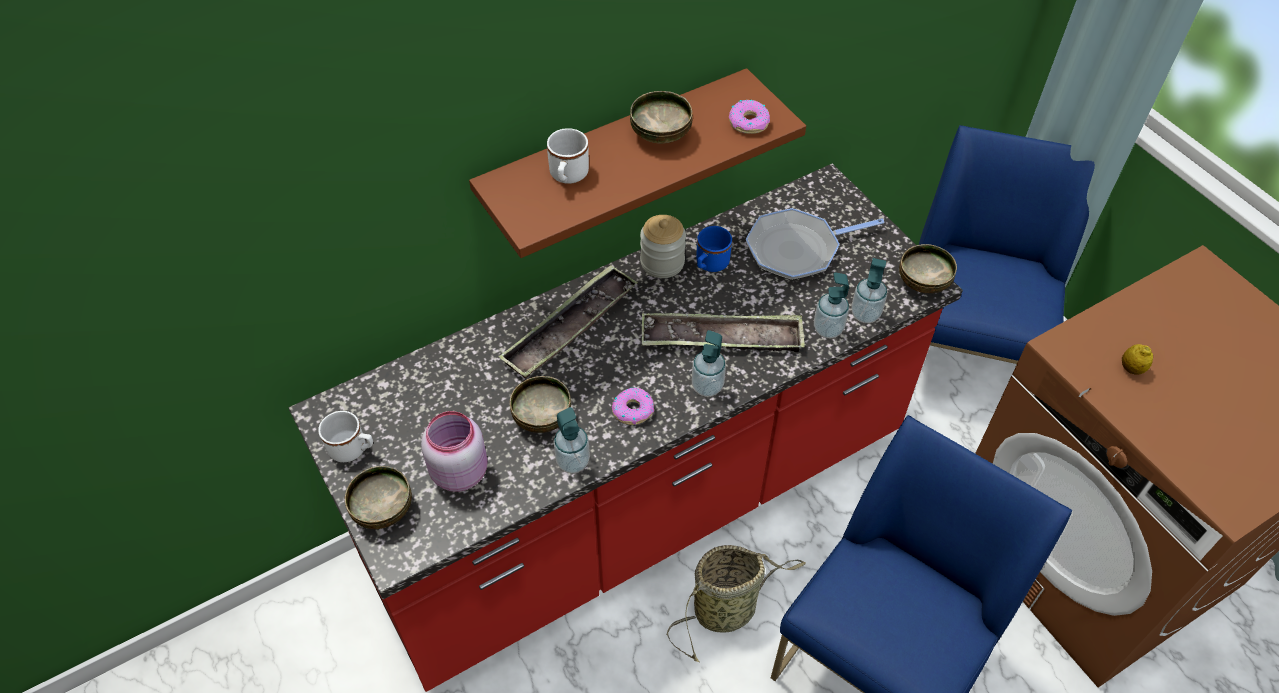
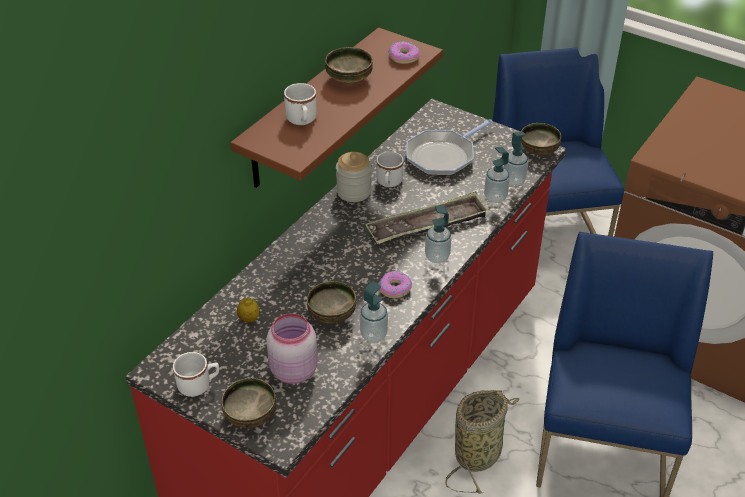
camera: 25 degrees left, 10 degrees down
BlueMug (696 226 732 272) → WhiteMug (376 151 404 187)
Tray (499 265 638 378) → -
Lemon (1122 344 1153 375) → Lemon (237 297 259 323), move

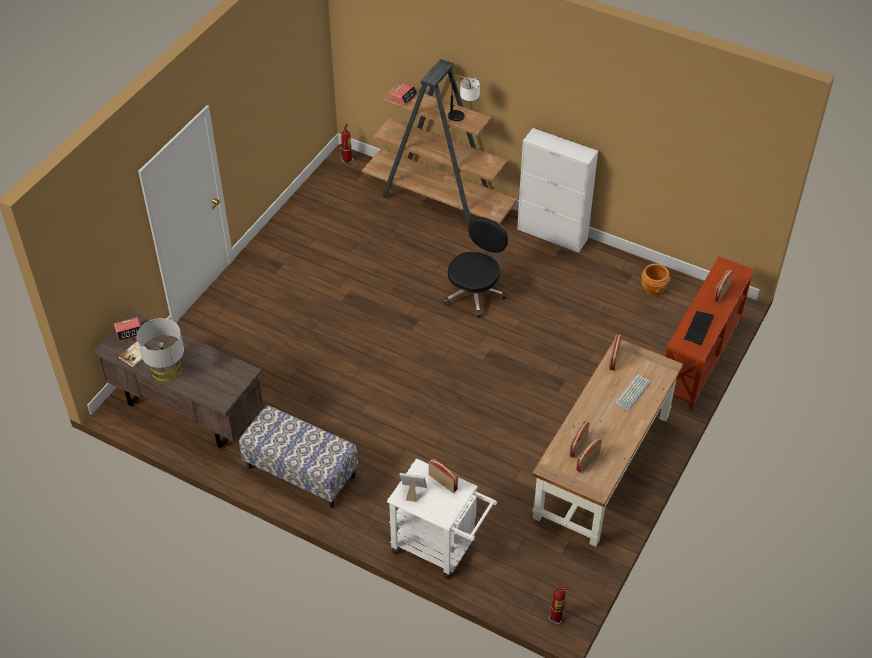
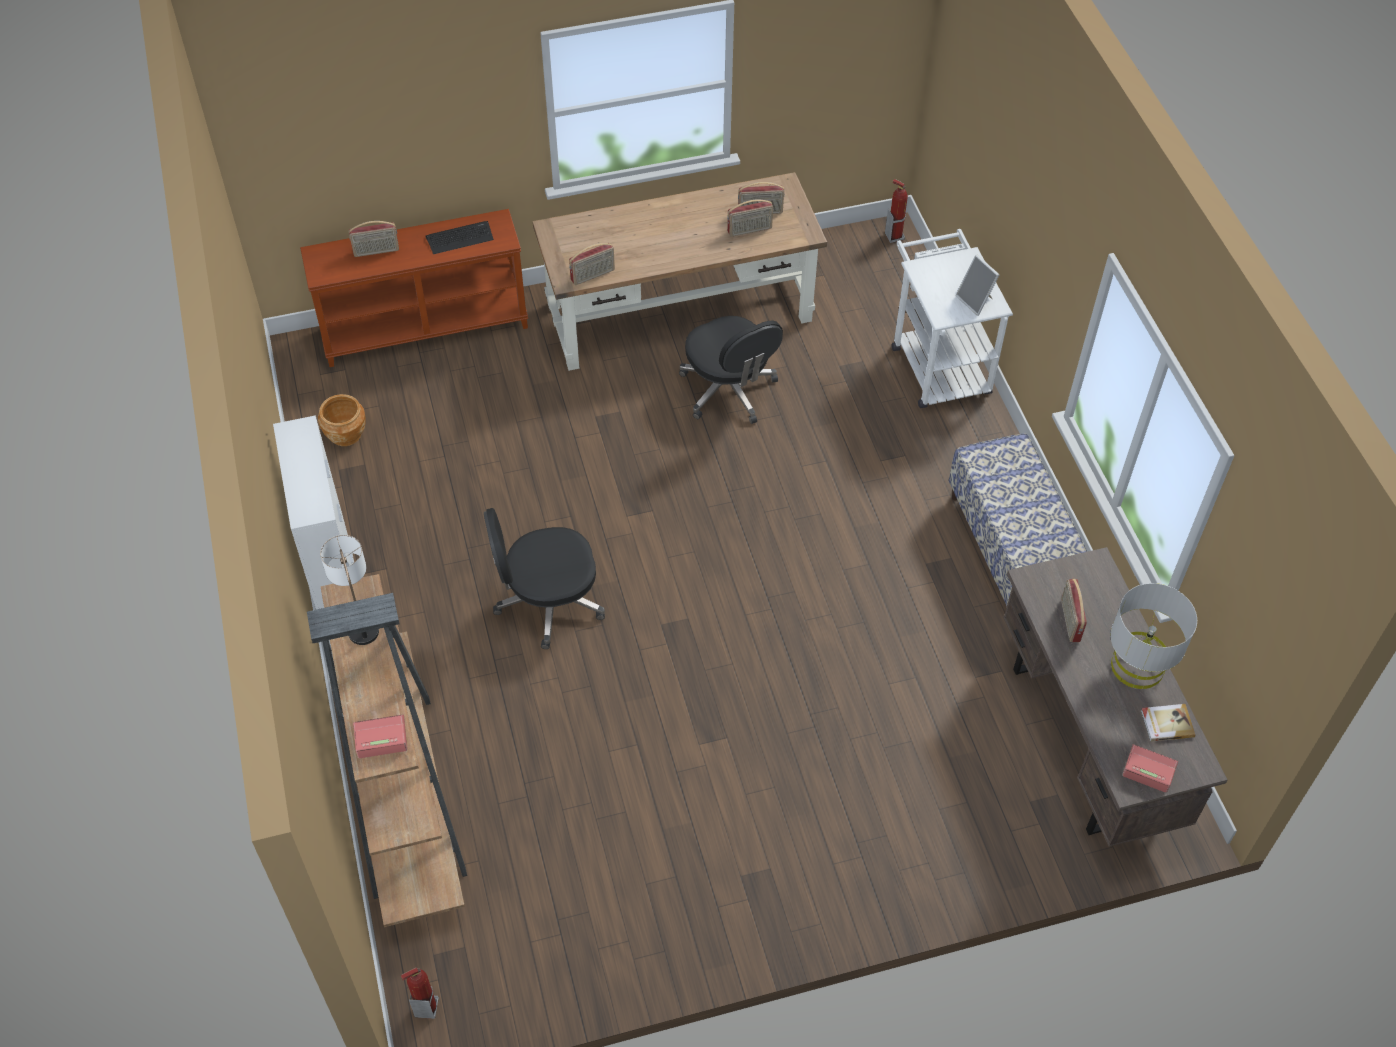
camera: 135 degrees left, 5 degrees up
Keyboard (615 375 650 411) → -
Radio (429 459 458 493) → Radio (1061 579 1087 642), move
- → BlackOfficeChair (679 316 783 424)

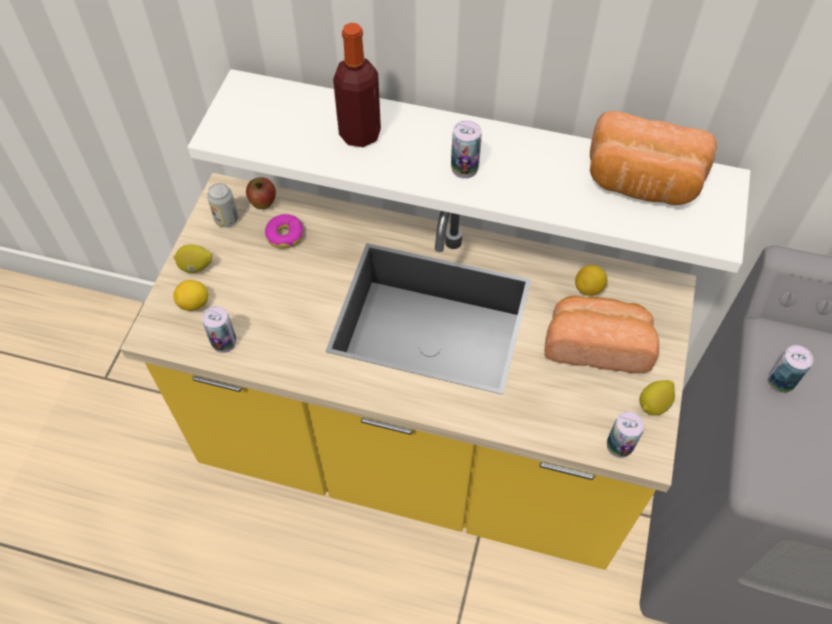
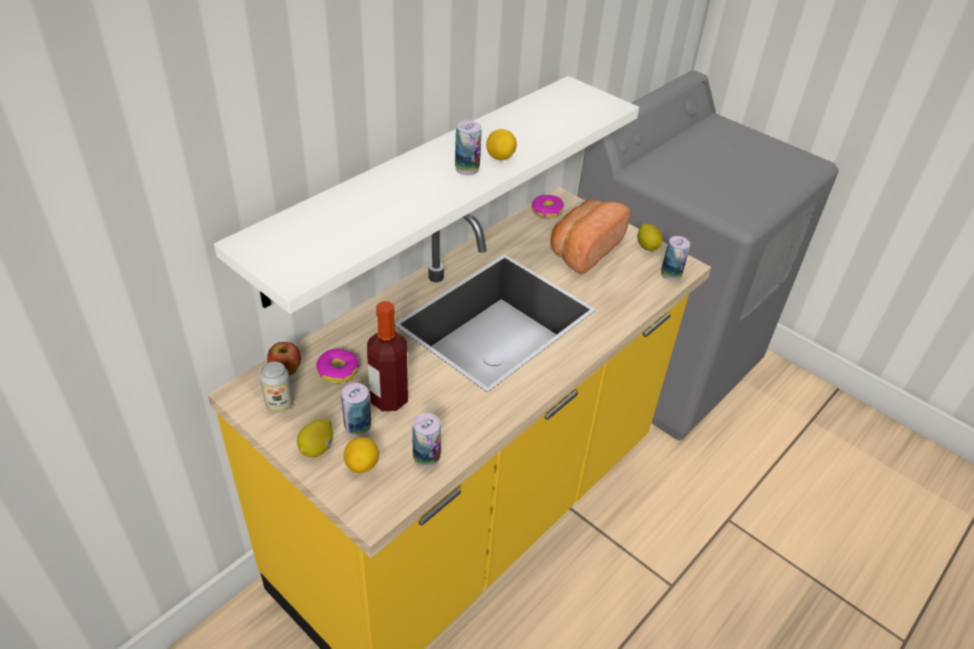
camera: 65 degrees left, 15 degrees down
Bottle (333 23 381 147) → Bottle (367 301 408 411), move
Bread (590 111 717 205) → -
Lemon (575 265 607 296) → Lemon (486 129 517 160), move
Can (767 345 813 394) → Can (341 383 371 437), move
- → Donut (532 195 564 219)

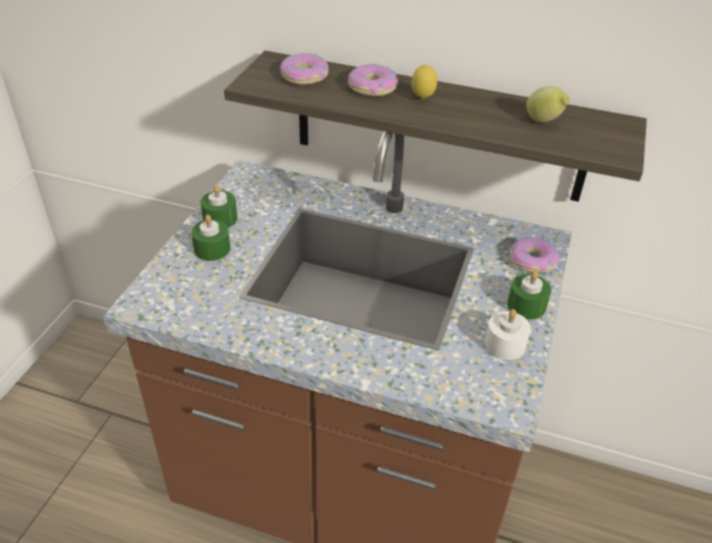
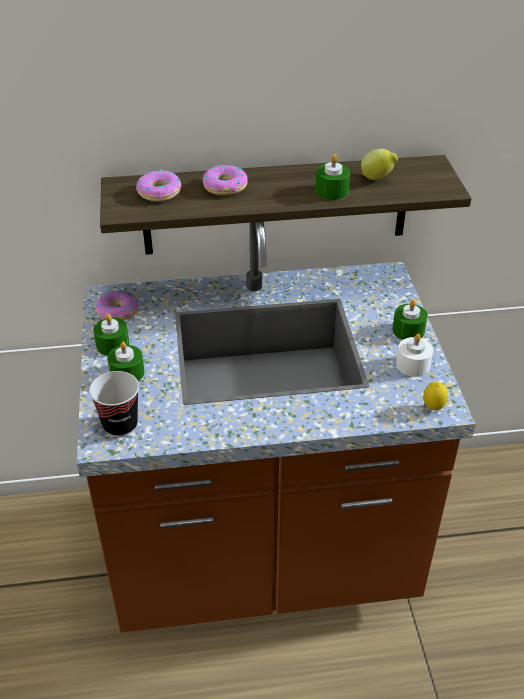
camera: 25 degrees left, 0 degrees up
Lemon (412 64 437 99) → Lemon (423 382 448 410), move
Donut (510 236 560 273) → Donut (96 290 138 320), move
- → GreenCandle (315 154 350 200)
- → Cup (89 371 139 437)

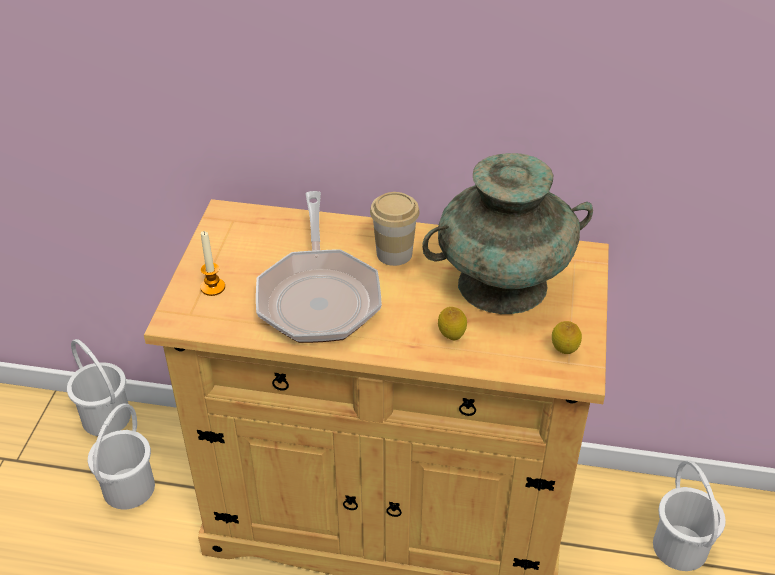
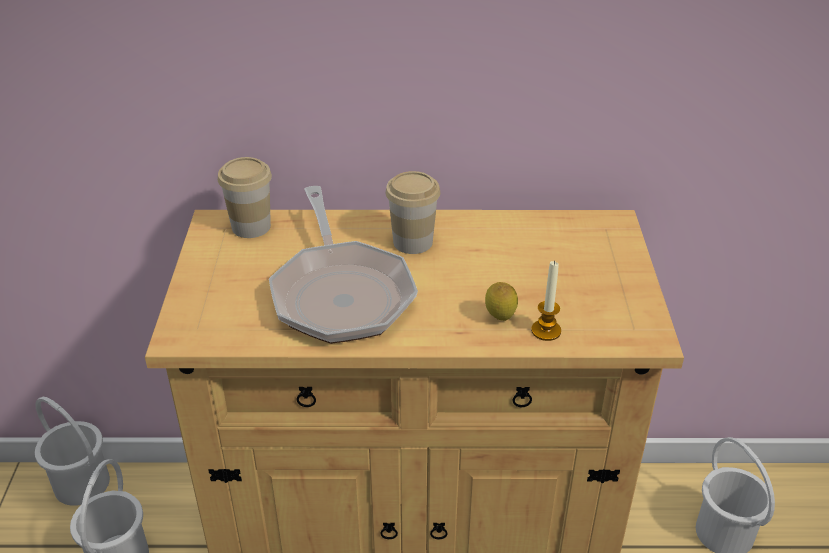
camera: 10 degrees left, 5 degrees down
TurquoiseVase (422 153 593 314) → -
Candle (200 231 225 296) → Candle (531 260 561 341), move
Lemon (552 321 582 354) → -
- → Cup (218 157 272 238)

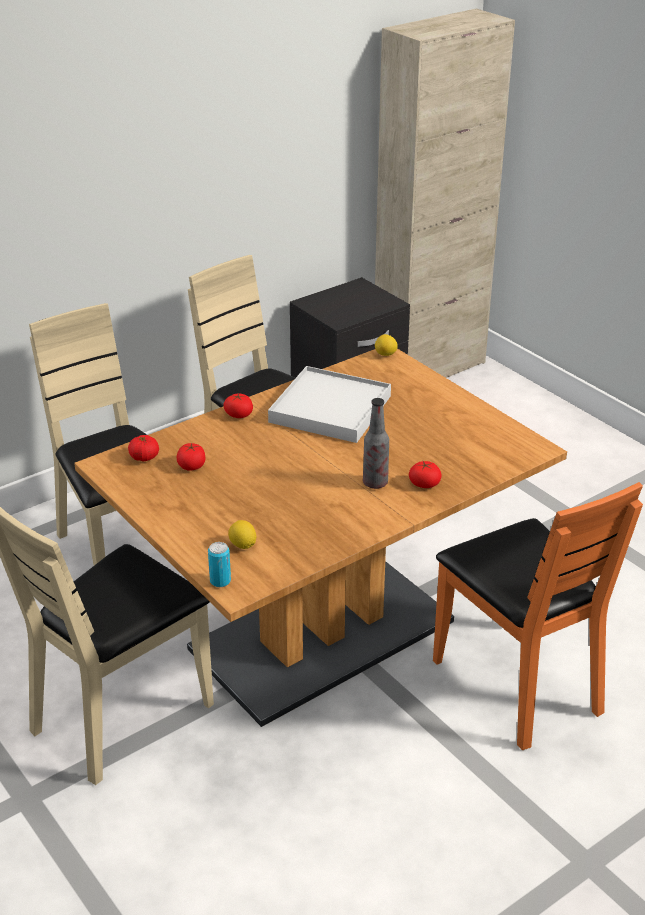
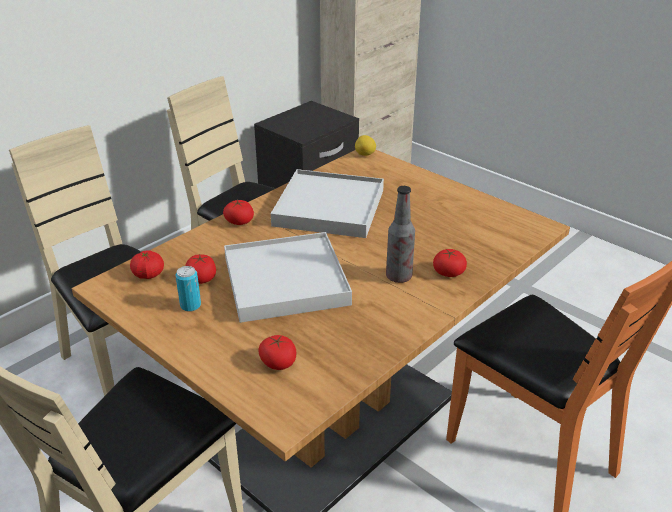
camera: 10 degrees left, 0 degrees up
Lemon (228 520 256 549) → Tomato (258 335 296 370)
Can (208 542 231 587) → Can (175 266 201 312), move
- → WhiteTray (224 232 352 323)

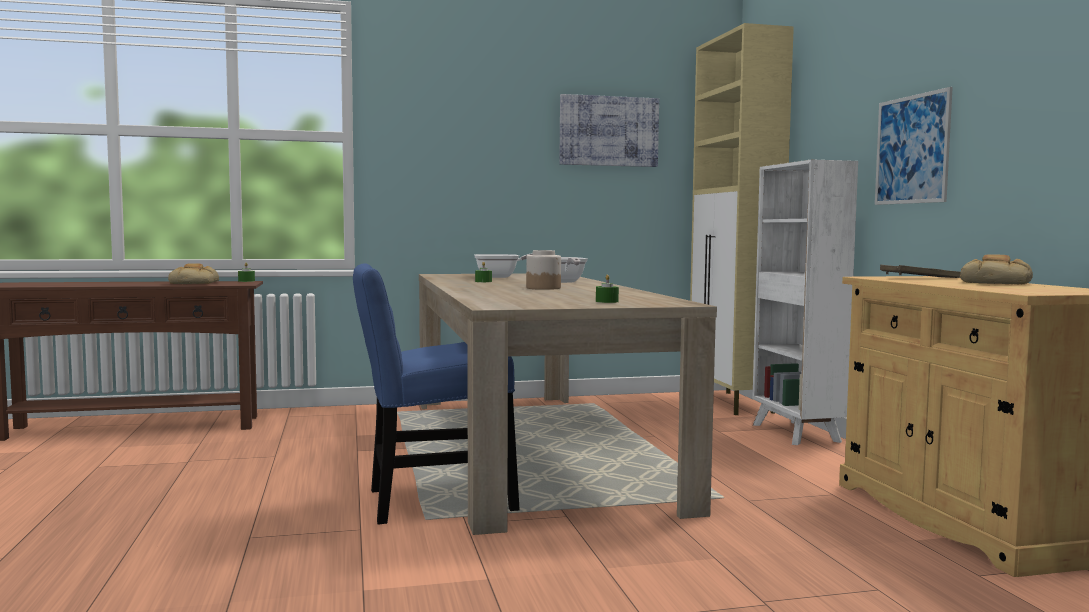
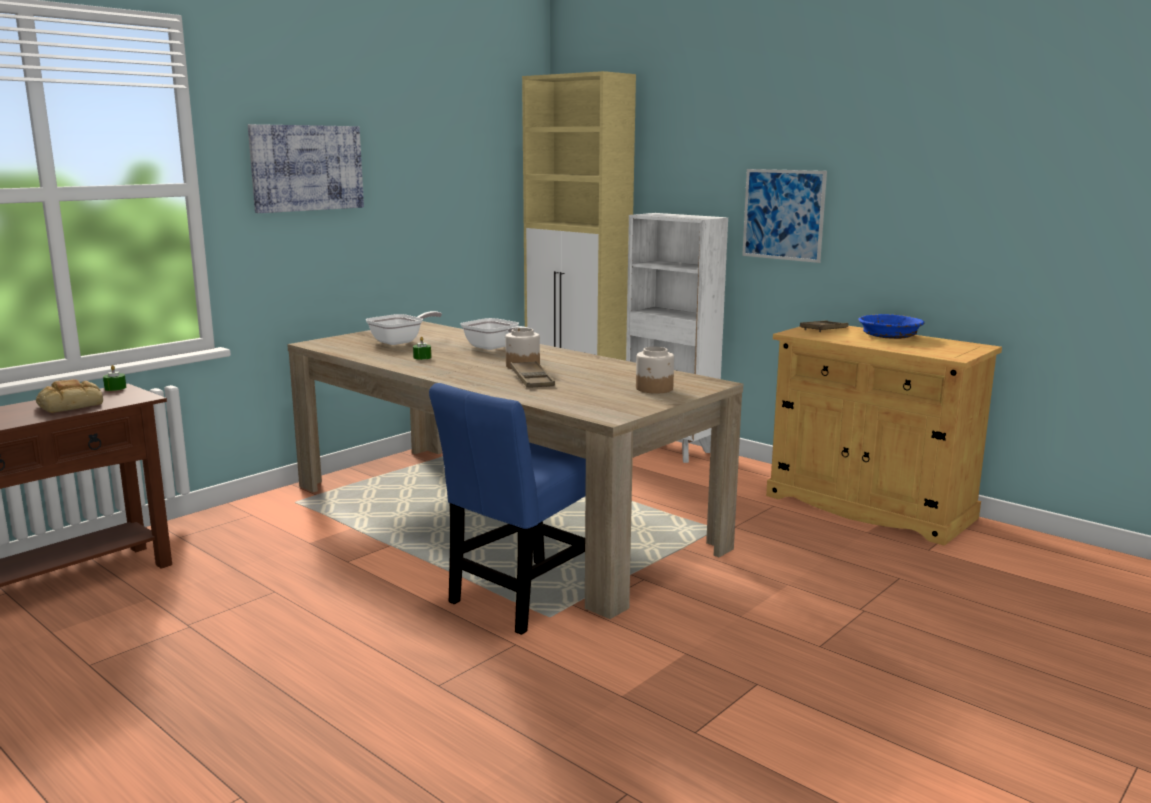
camera: 35 degrees left, 10 degrees up
Picture (560 94 659 167) → Picture (248 124 364 213), move
Bread (960 254 1033 284) → BlueBowl (858 314 924 339)
GreenCandle (596 274 619 303) → Jar (636 347 674 394)
- → BrownTray (510 361 555 388)

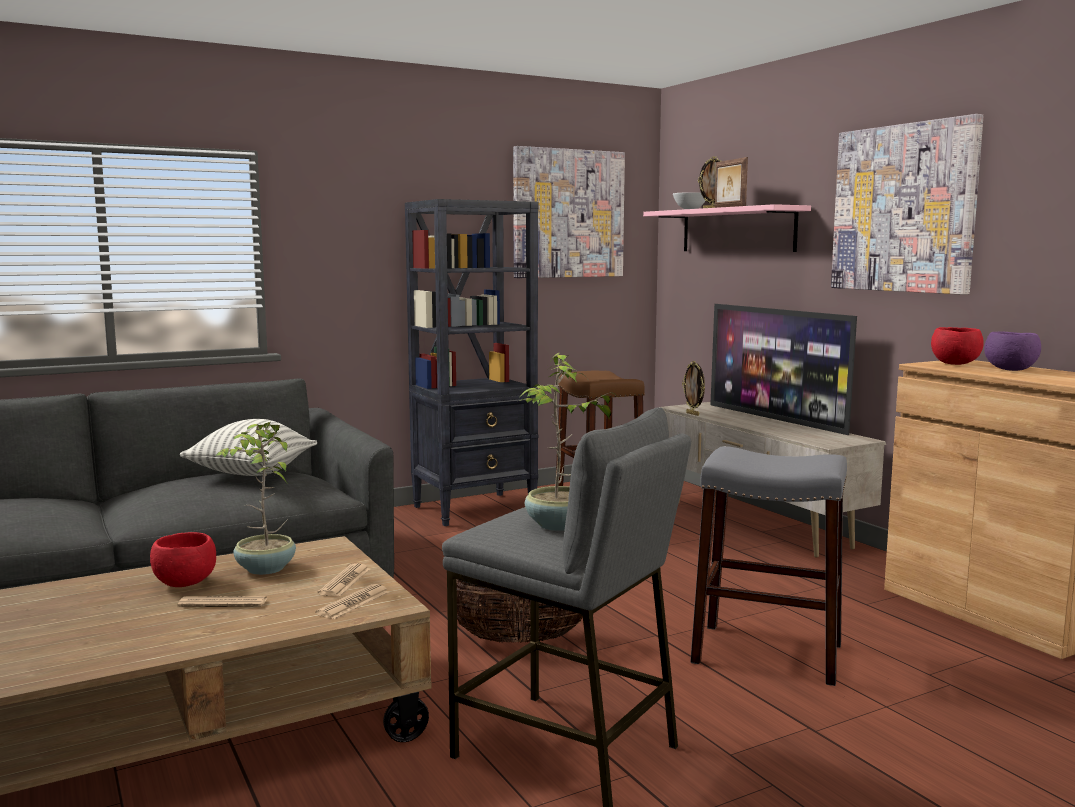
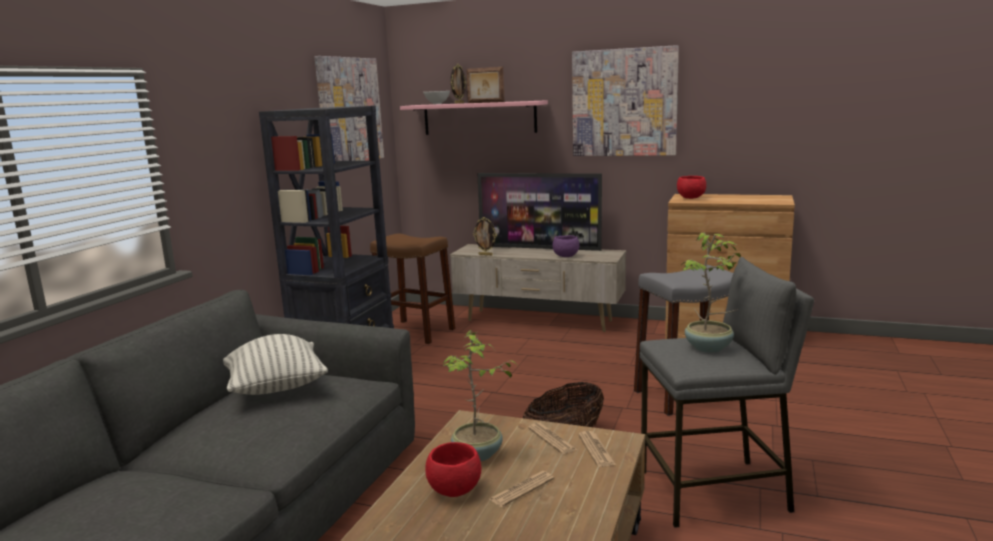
camera: 40 degrees left, 5 degrees up
PurpleBowl (984 331 1041 371) → PurpleBowl (552 235 579 257), move

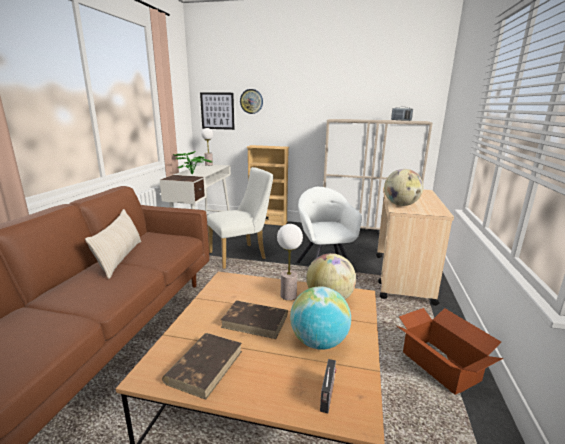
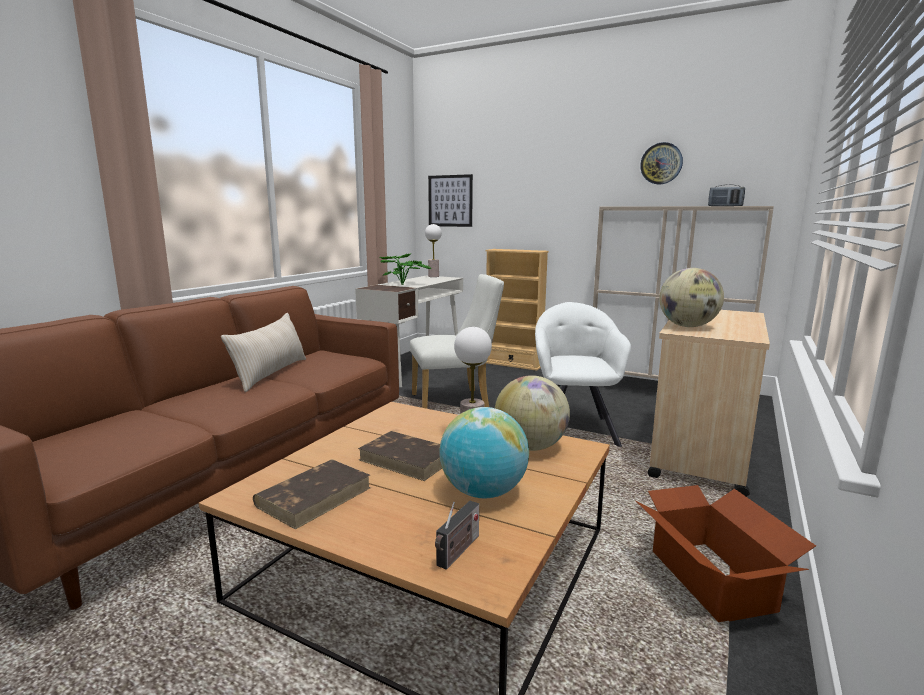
camera: 15 degrees right, 5 degrees down
WallClock (240 89 263 114) → WallClock (640 142 683 184), move

